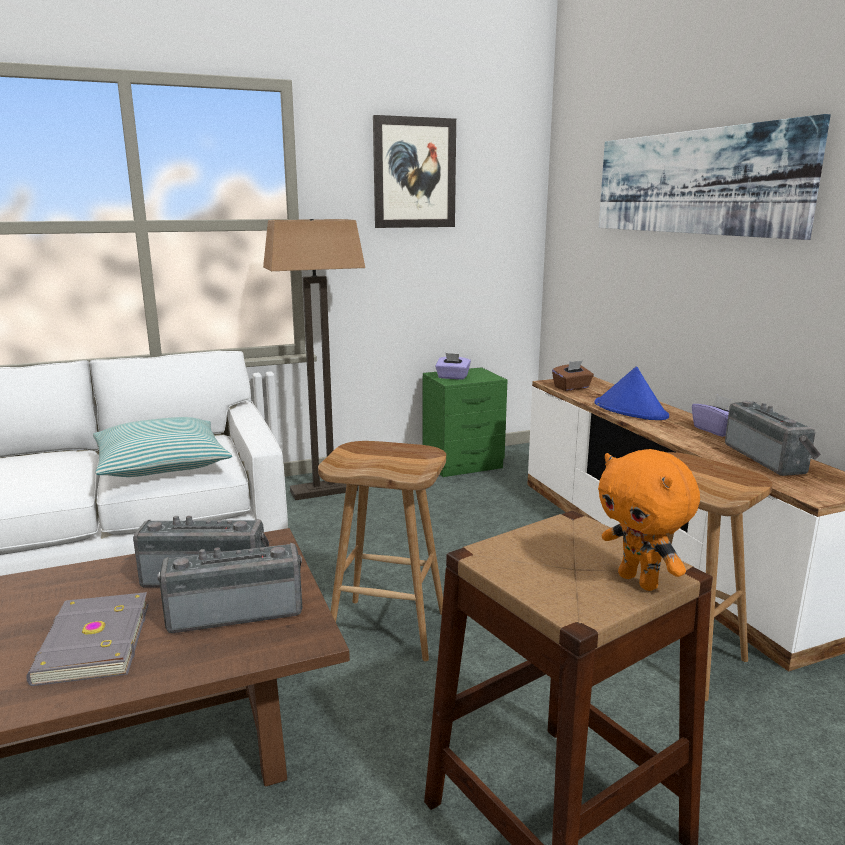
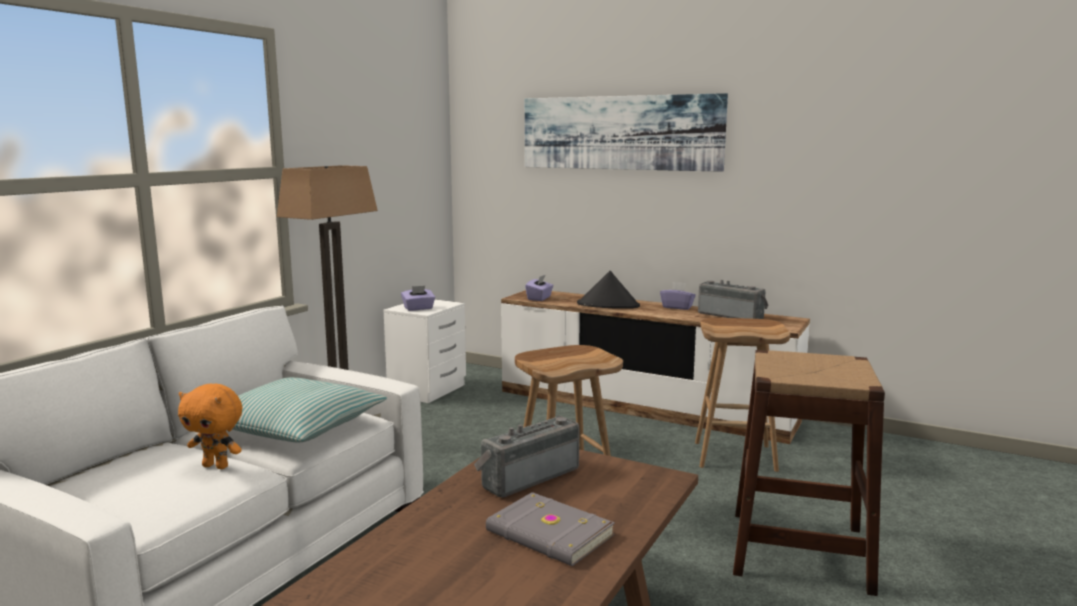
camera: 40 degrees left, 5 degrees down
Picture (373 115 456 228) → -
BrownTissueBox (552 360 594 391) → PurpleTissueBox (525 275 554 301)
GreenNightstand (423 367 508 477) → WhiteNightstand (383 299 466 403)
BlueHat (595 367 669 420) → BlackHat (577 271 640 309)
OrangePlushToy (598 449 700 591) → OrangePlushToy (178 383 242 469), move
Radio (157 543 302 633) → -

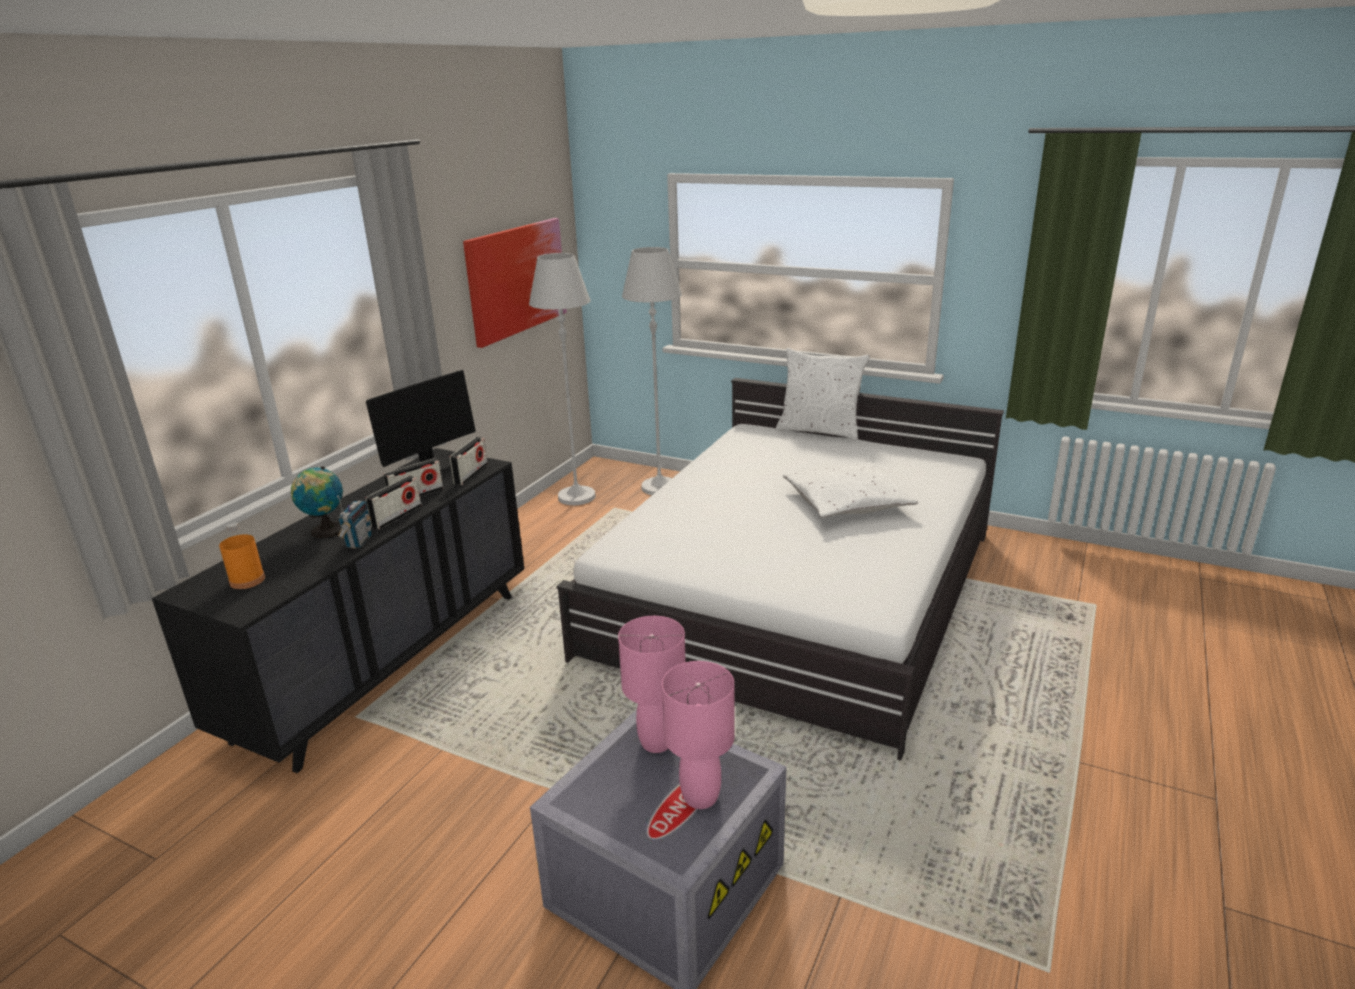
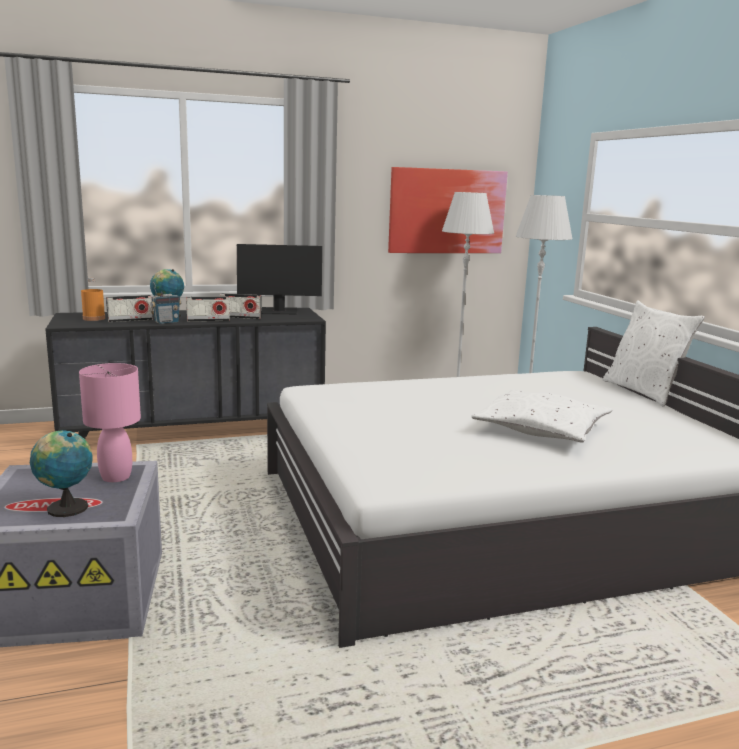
camera: 45 degrees right, 10 degrees down
Radio (449 437 488 485) → Radio (106 295 153 322), move
PinkTableLamp (662 661 735 809) → Globe (30 430 93 517)

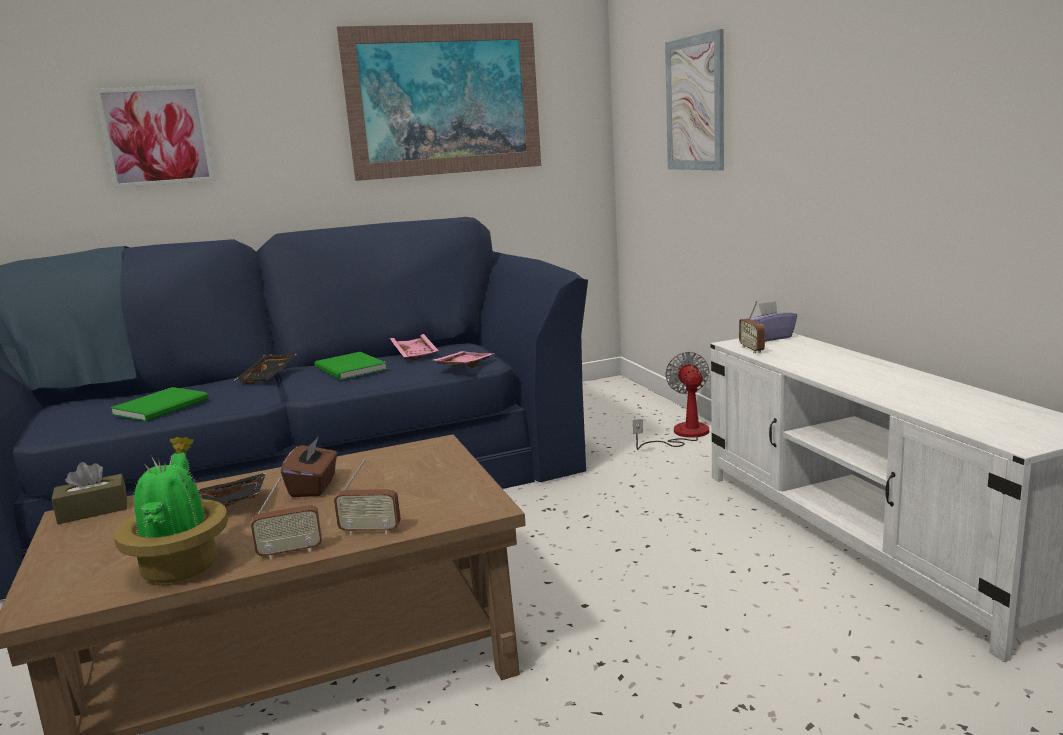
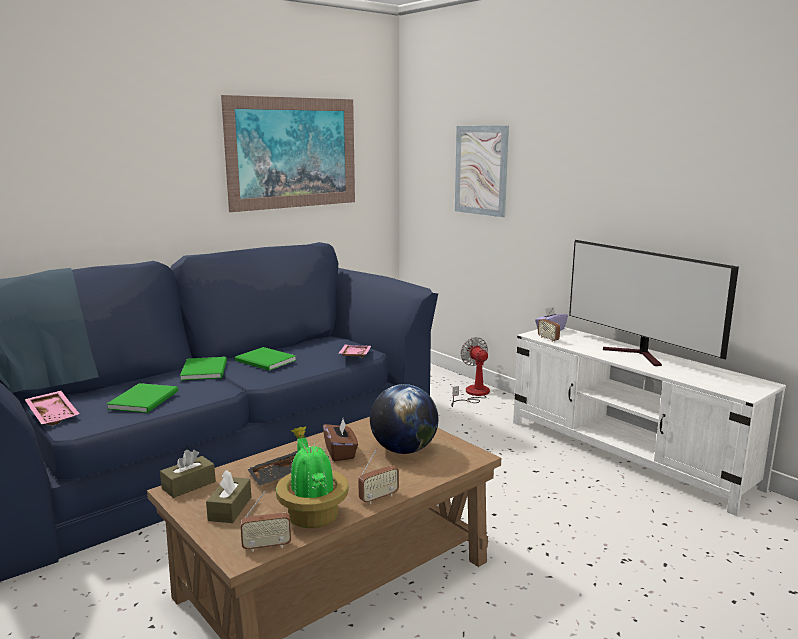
camera: 20 degrees left, 0 degrees up
Picture (95 85 215 188) → -
PinkTray (390 334 439 360) → PinkTray (25 391 80 425), move
BlackTray (234 354 297 384) → GreenBook (180 357 227 380)
Radio (334 459 401 535) → Radio (240 491 291 552), move
- → Television (569 240 739 366)
- → Globe (370 384 438 454)
- → BrownTissueBox (206 470 251 523)

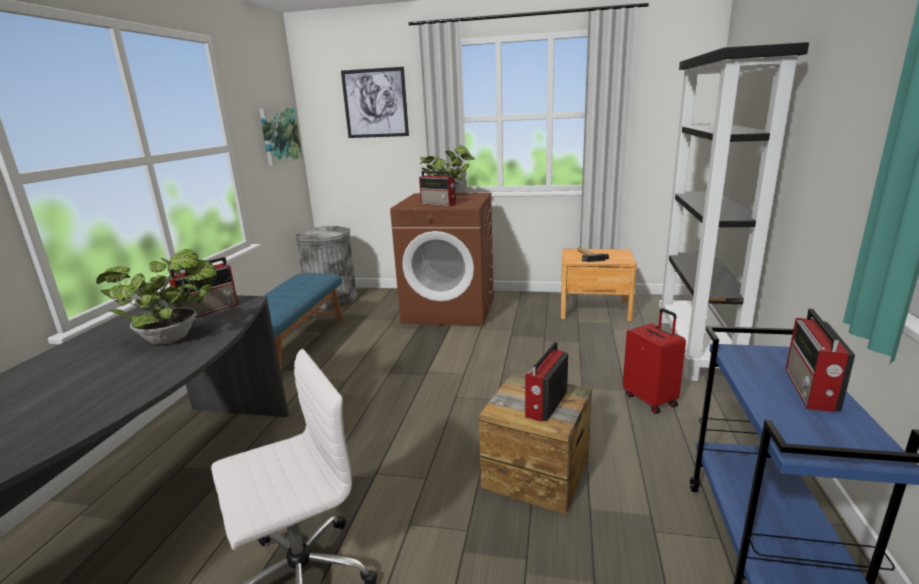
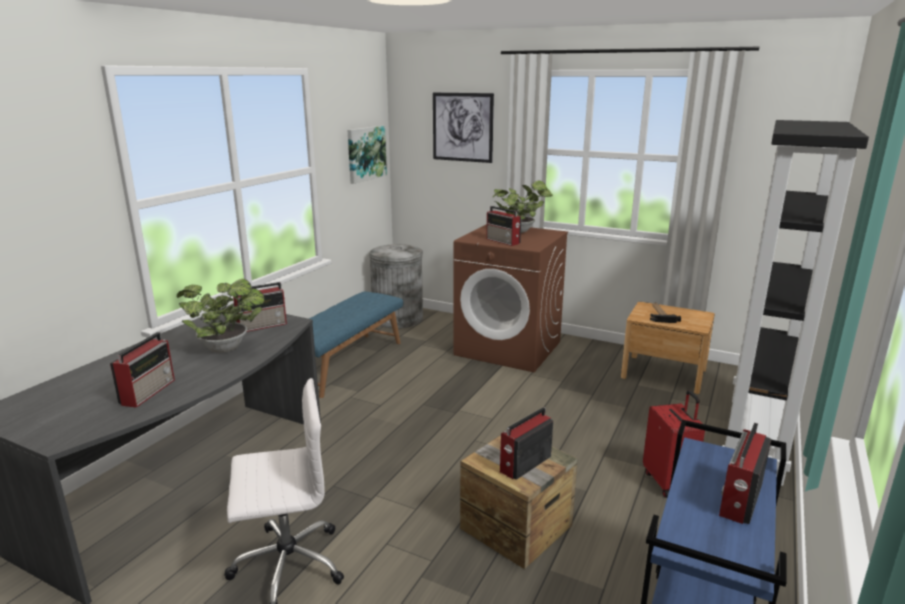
camera: 15 degrees right, 0 degrees up
- → Radio (110 332 175 408)

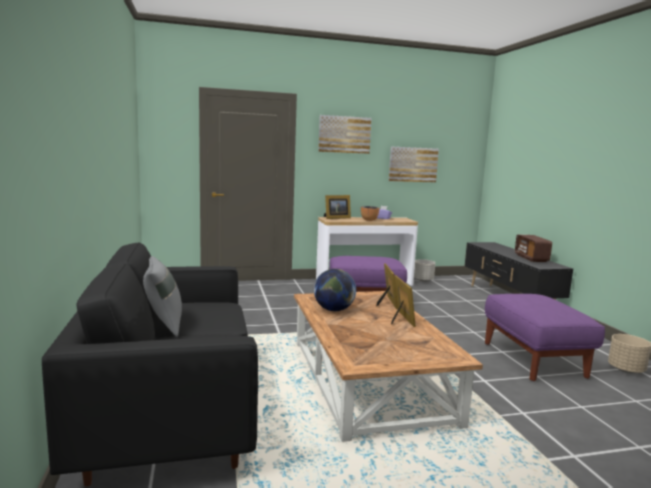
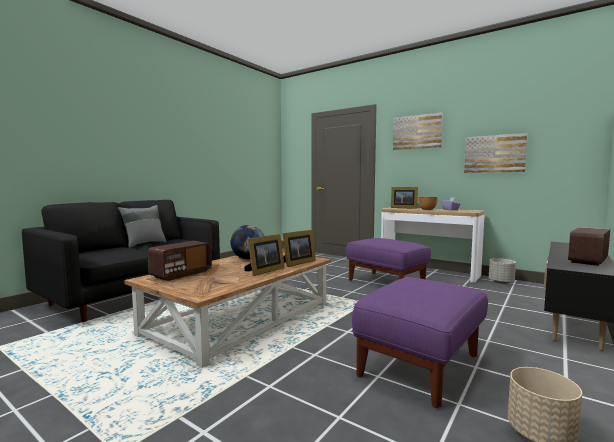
camera: 50 degrees right, 5 degrees down
- → Radio (148 241 212 281)

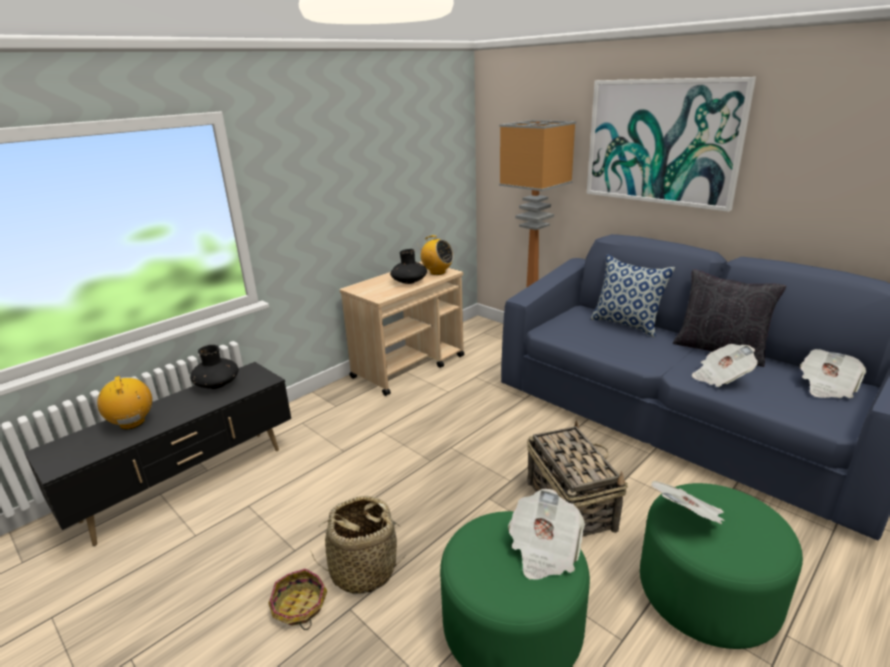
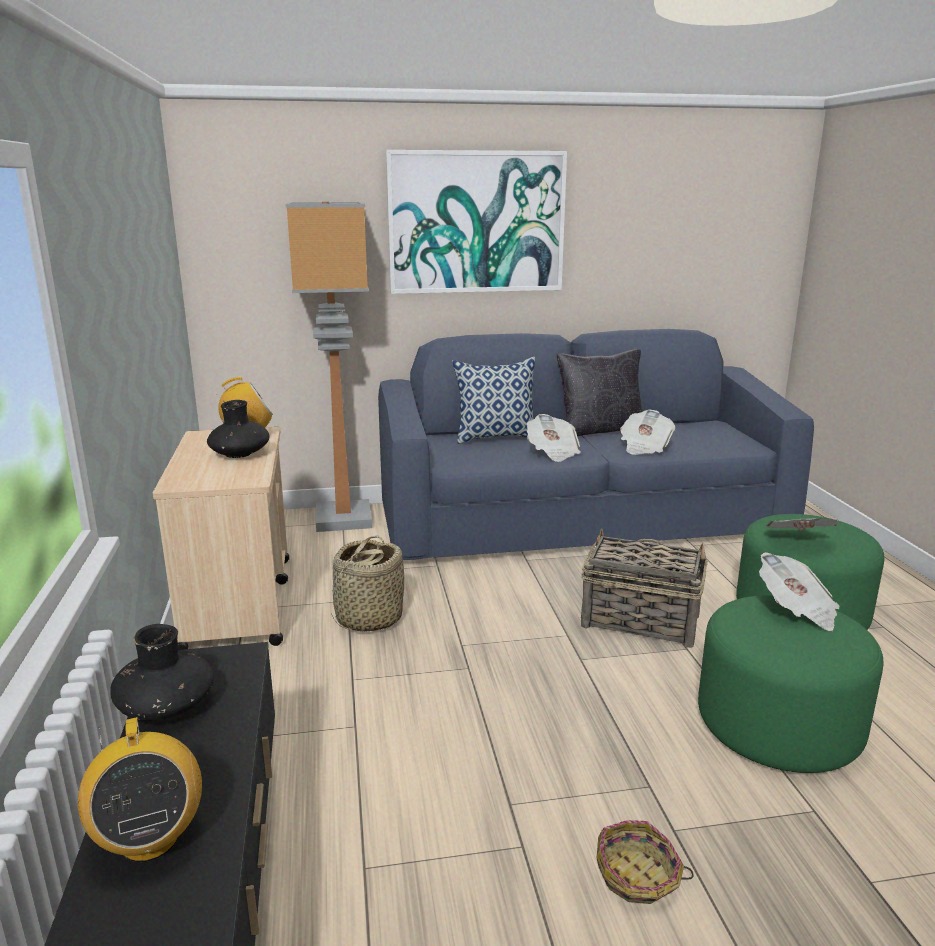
camera: 55 degrees left, 5 degrees down
Newspaper (800 349 866 398) → Newspaper (527 414 581 462), move
Radio (97 376 152 429) → Radio (78 717 202 862), 120 degrees counterclockwise
Basket (310 496 405 595) → Basket (331 536 404 632), move

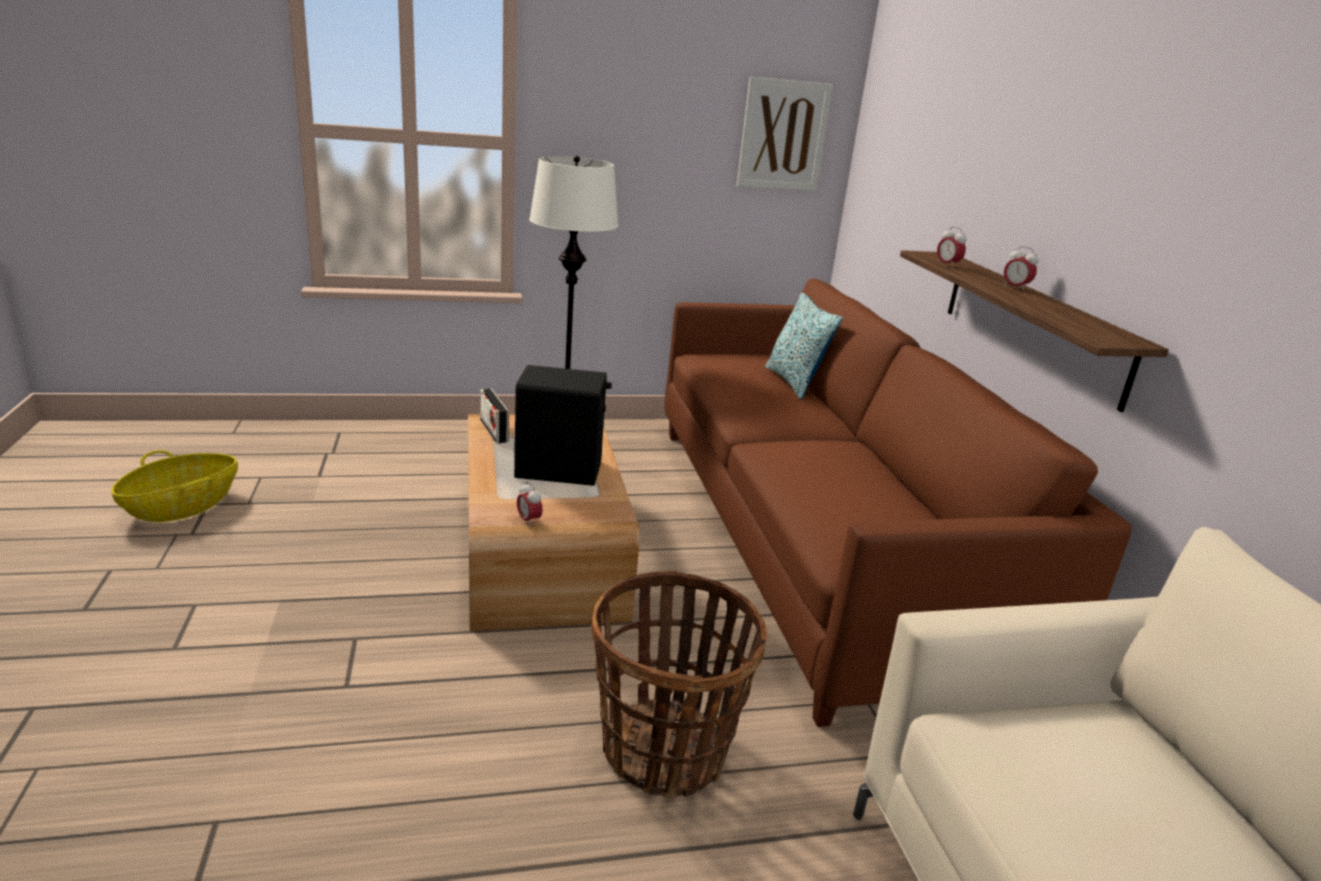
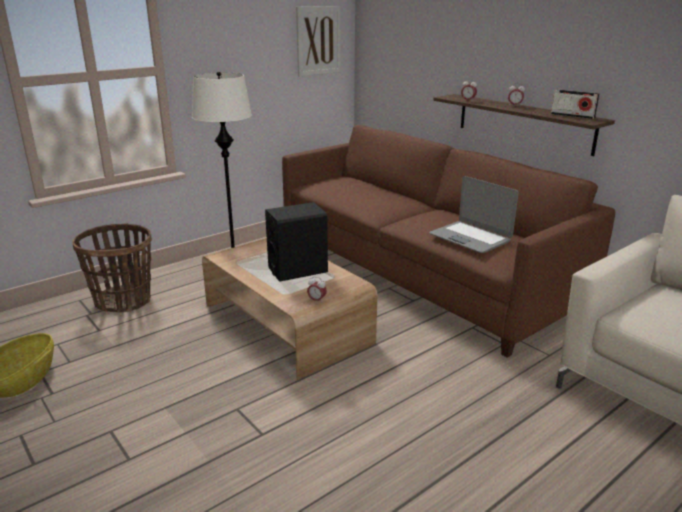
camera: 25 degrees left, 0 degrees up
Pillow (765 293 843 399) → -
Radio (480 388 509 443) → Radio (551 89 599 119), move
Basket (591 570 767 799) → Basket (73 224 152 313), move
- → Laptop (429 176 518 253)

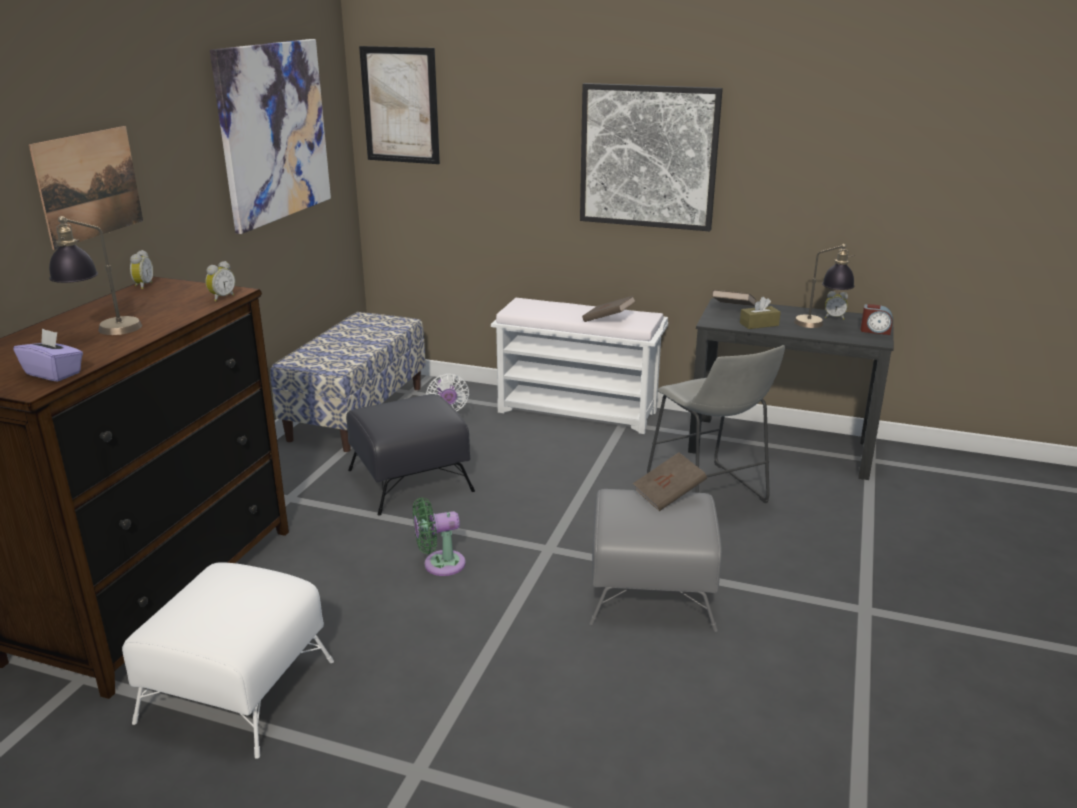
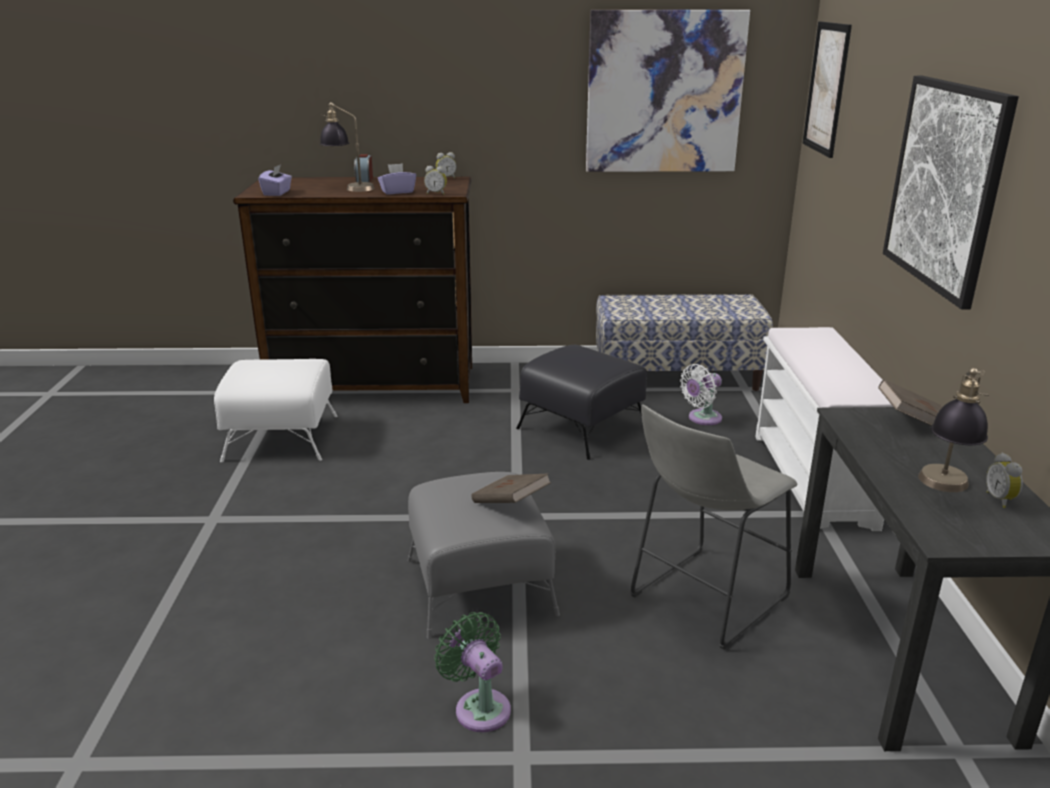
camera: 70 degrees right, 0 degrees up
Picture (29 126 143 250) → -
BrownBook (582 295 636 322) → -
BrownTissueBox (740 297 781 329) → -
AlarmClock (860 304 892 335) → AlarmClock (354 154 373 182), move
GreenFan (413 497 466 576) → GreenFan (434 612 511 732), move
- → PurpleTissueBox (378 163 416 194)

